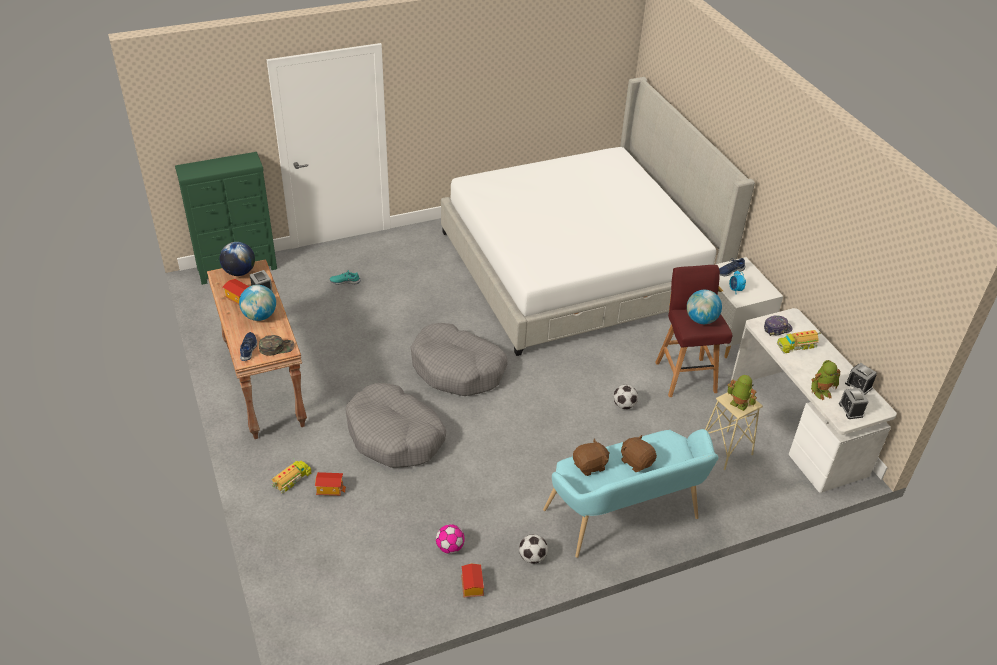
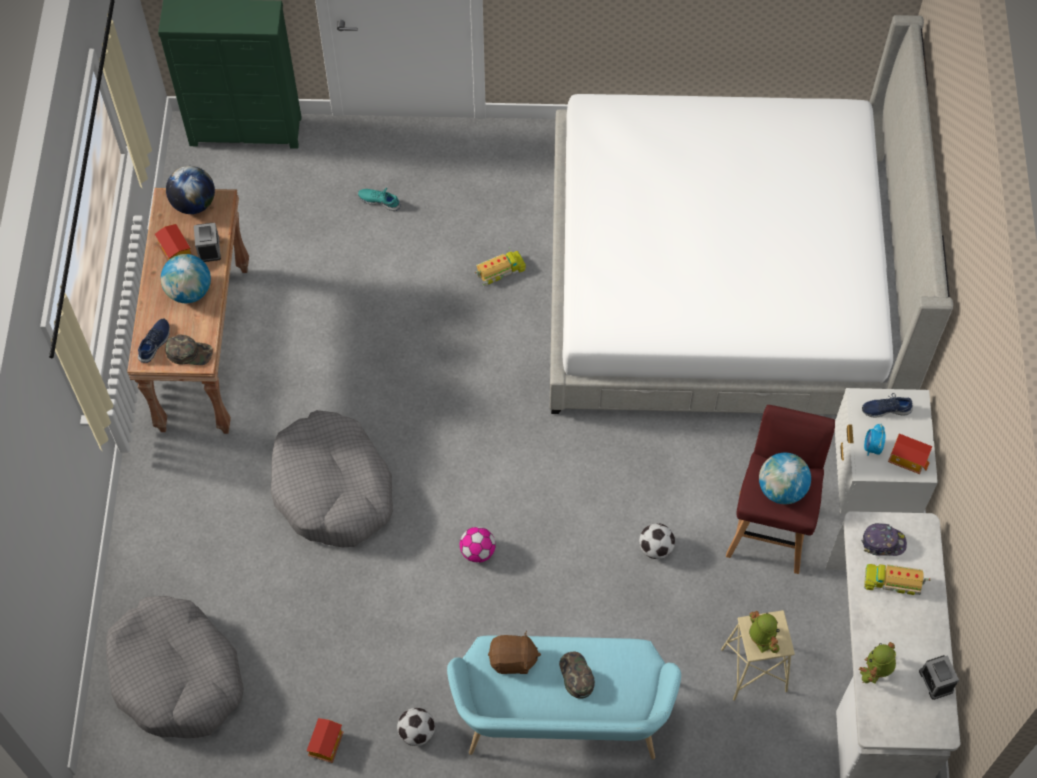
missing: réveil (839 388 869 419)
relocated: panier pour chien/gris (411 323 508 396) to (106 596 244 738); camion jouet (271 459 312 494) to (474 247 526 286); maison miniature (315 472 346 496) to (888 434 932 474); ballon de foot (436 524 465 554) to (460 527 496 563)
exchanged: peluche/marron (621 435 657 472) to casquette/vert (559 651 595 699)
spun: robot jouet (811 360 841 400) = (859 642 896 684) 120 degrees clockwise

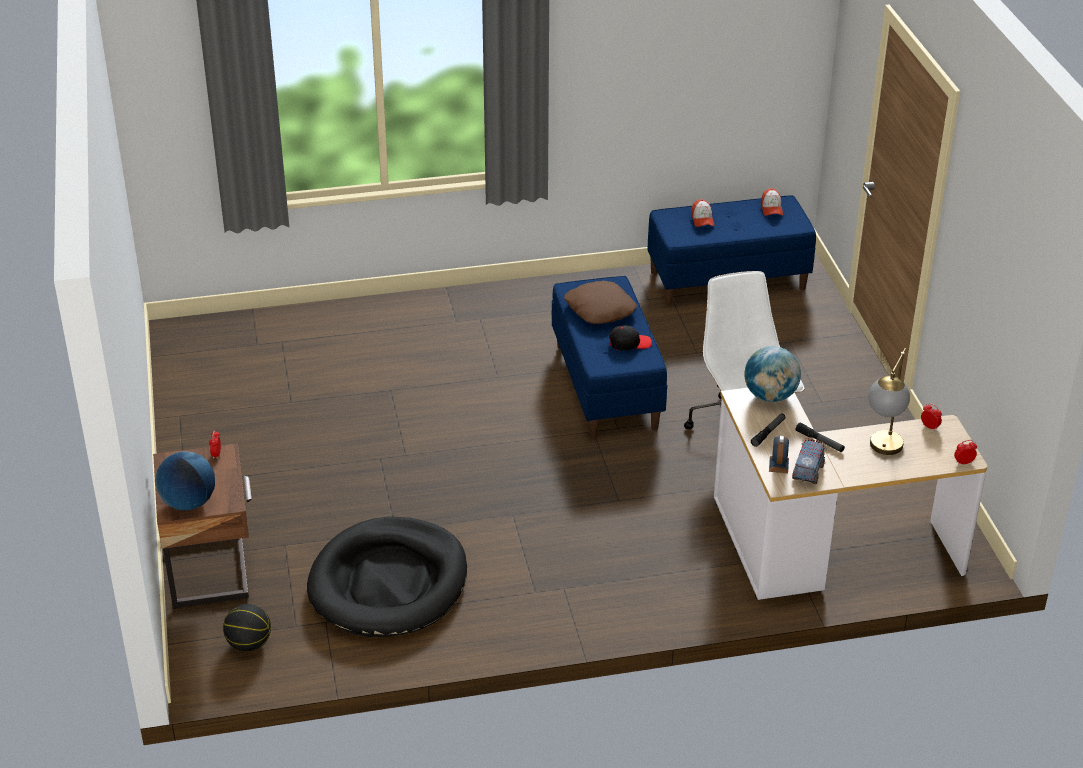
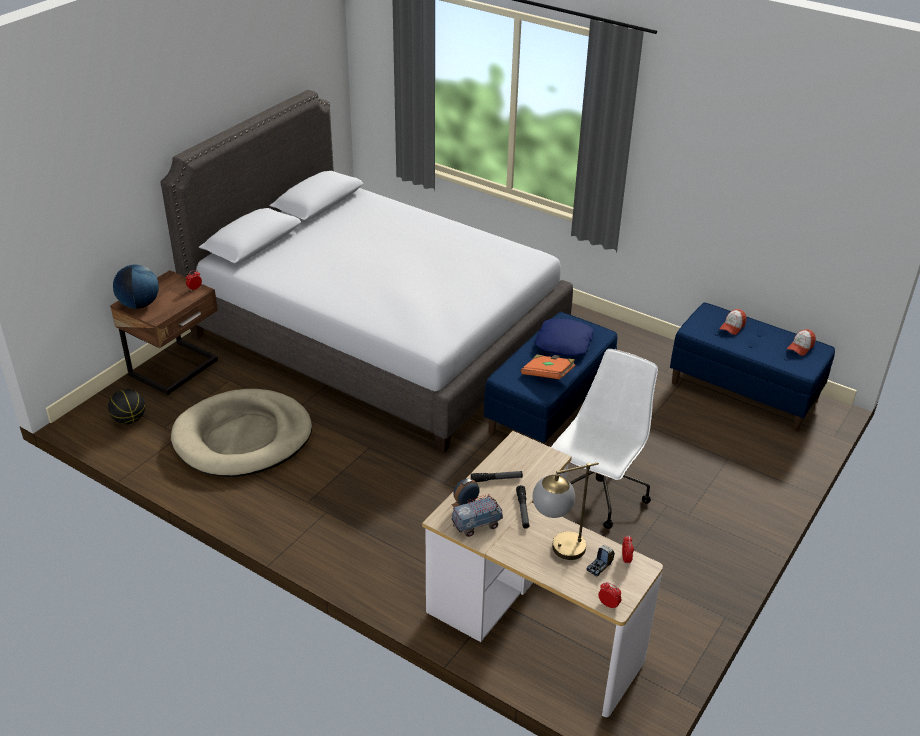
missing: globe (744 346 801 402)
appeared: lit/gris (160 90 573 453); camion jouet (587 545 615 577)
exchanged: casquette/noir (609 325 652 351) to livre/orange (521 355 576 379)
colour: coussin/marron (564 281 637 324) to coussin/bleu (535 319 594 356); panier pour chien/noir (307 516 467 637) to panier pour chien/beige (171 389 312 477)

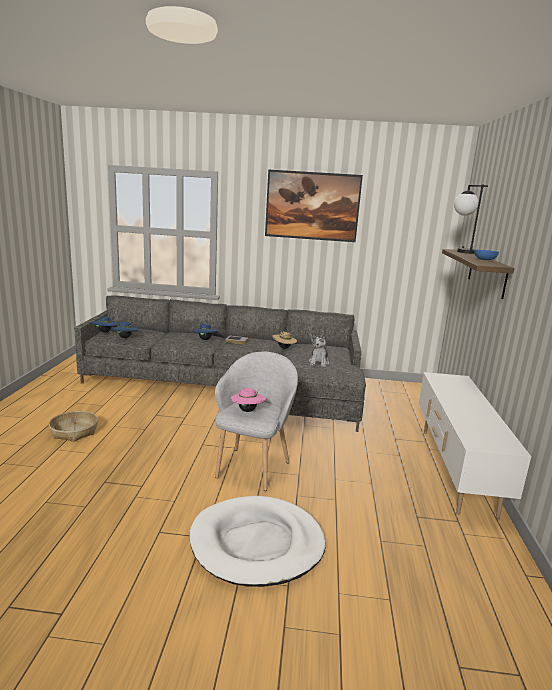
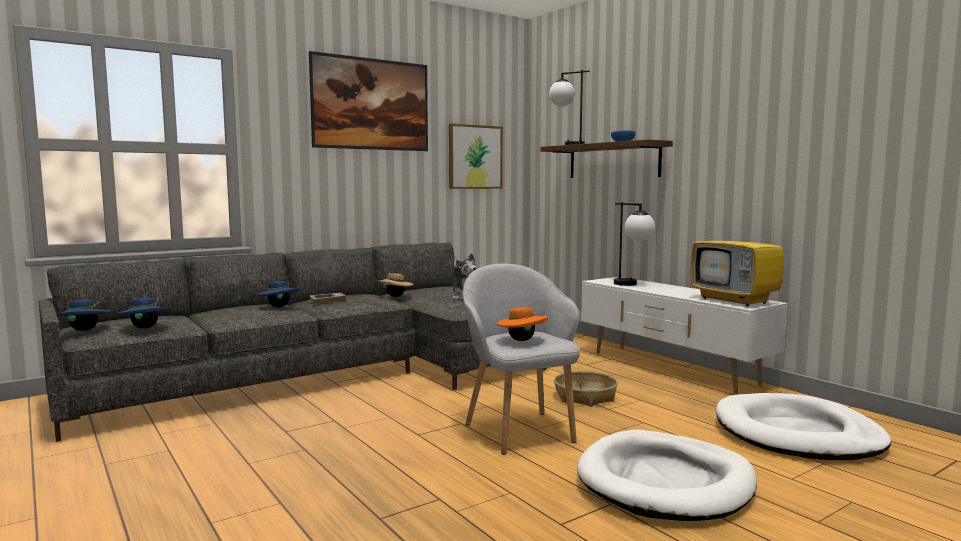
appeared: tableau (449 124 503 189); lampe de table (614 202 655 286); téléviseur (691 202 784 307); panier pour chien/blanc (716 393 891 460)
relocated: panier (49 411 98 442) to (554 371 618 407)
colour: chapeau/rose (231 388 266 412) to chapeau/orange (497 305 548 341)

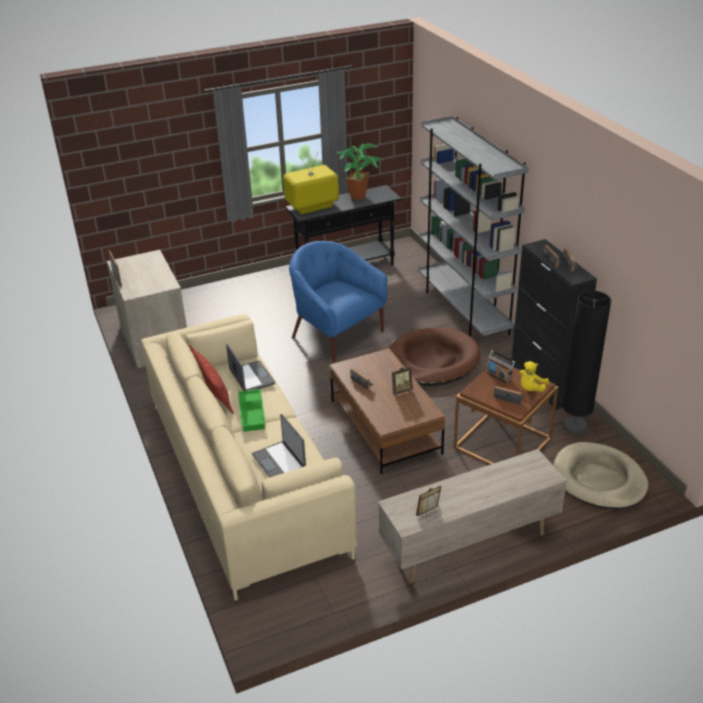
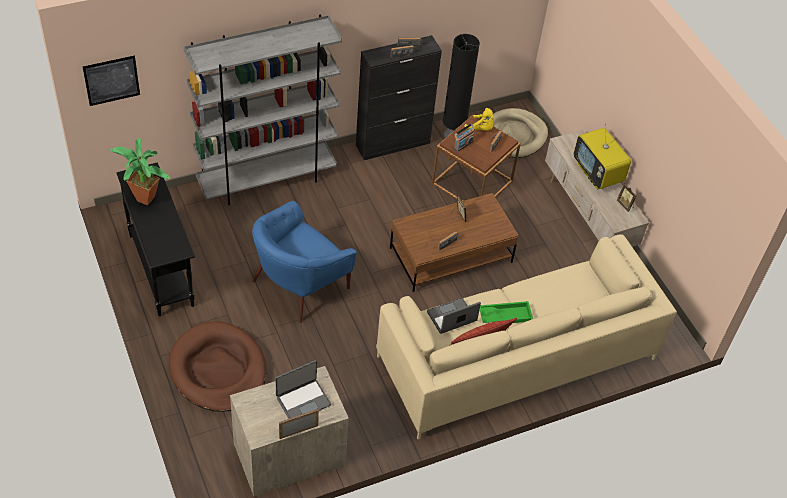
appeared: tableau (83 55 140 106)
relocated: téléviseur (283 152 339 214) to (574 124 631 189); panier pour chien/marron (389 327 480 386) to (169 321 266 412); ordinateur portable (252 414 306 478) to (276 360 331 419)

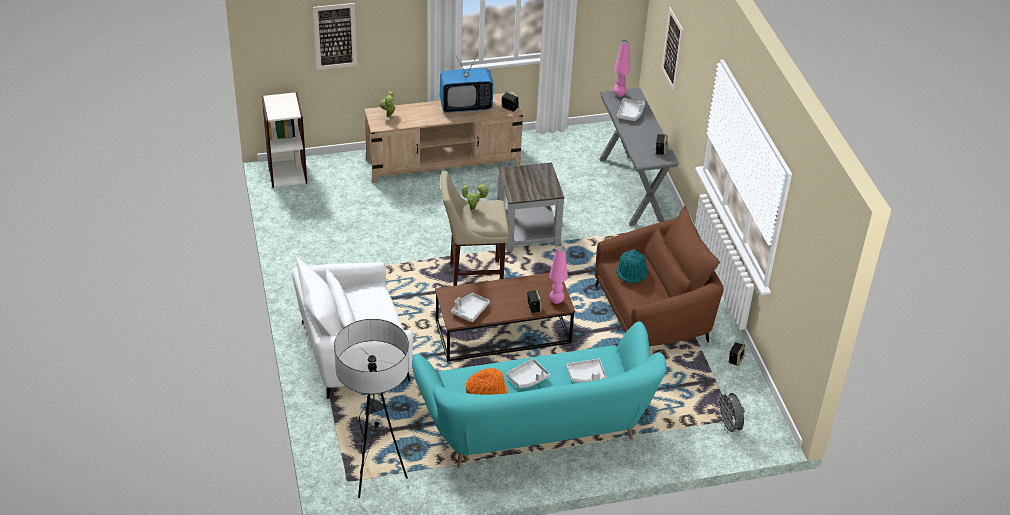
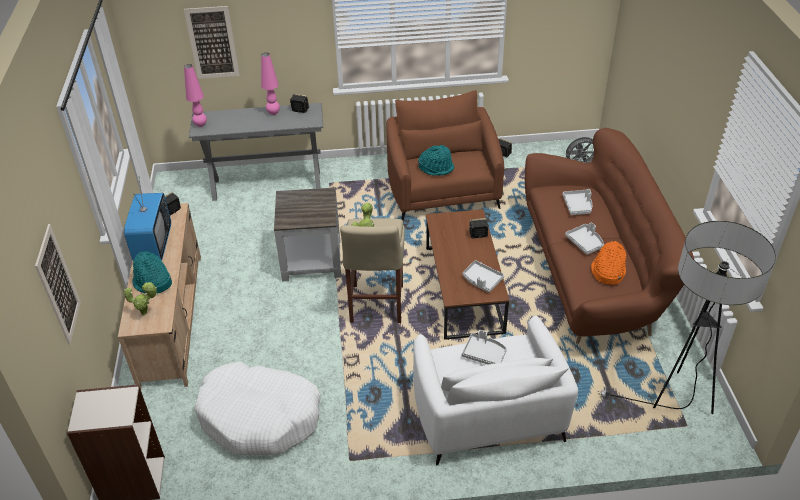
appeared: chapeau/turquoise (132 251 172 293); panier pour chien/blanc (194 361 321 455)
relocated: plateau/gris (617 98 645 121) to (462 330 507 365); lampe de table/rose (549 246 568 304) to (261 53 280 115)
colour: canapé/turquoise (412 321 666 468) to canapé/marron (525 128 694 344)

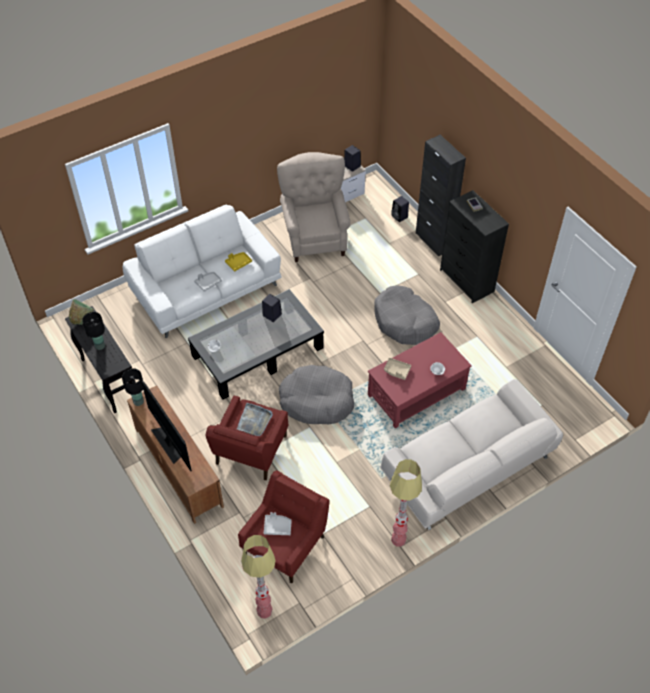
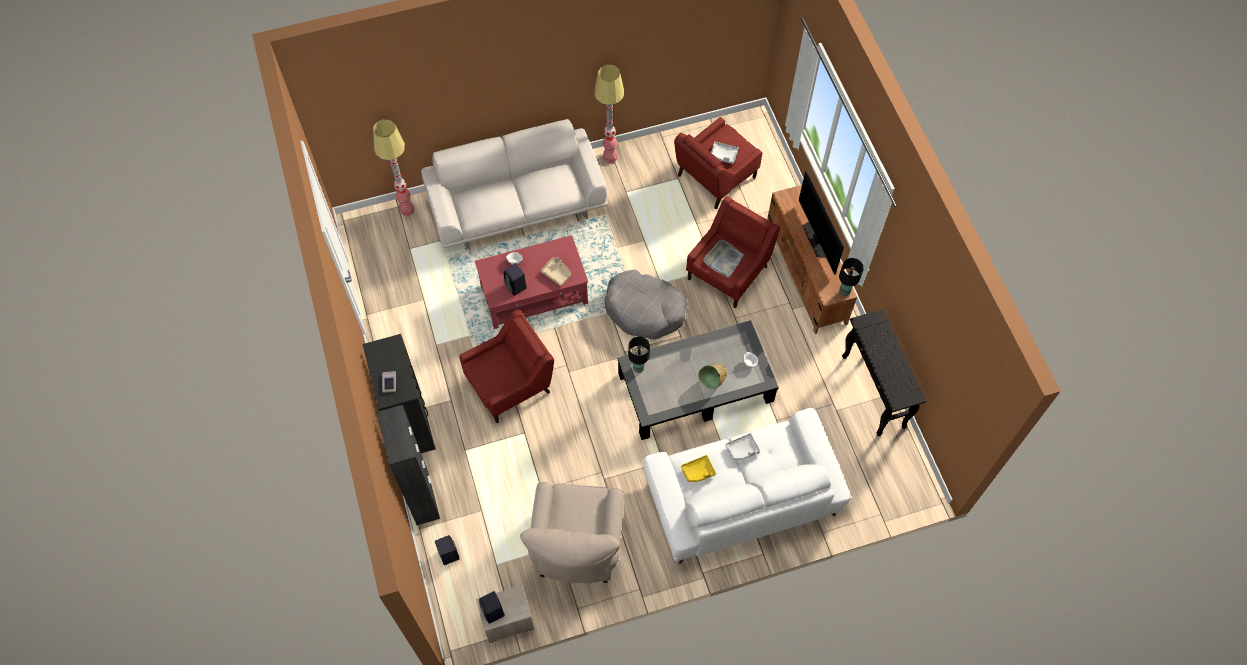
relocated: enceinte/noir (262 294 282 322) to (504 263 527 296); bol/vert (69 299 94 325) to (698 364 727 389); lampe de table/noir (82 312 105 350) to (628 336 650 373); lampadaire (241 535 276 618) to (373 119 414 216)
exchanged: panier pour chien/gris (374 285 440 345) to fauteuil/rouge (459 310 554 423)

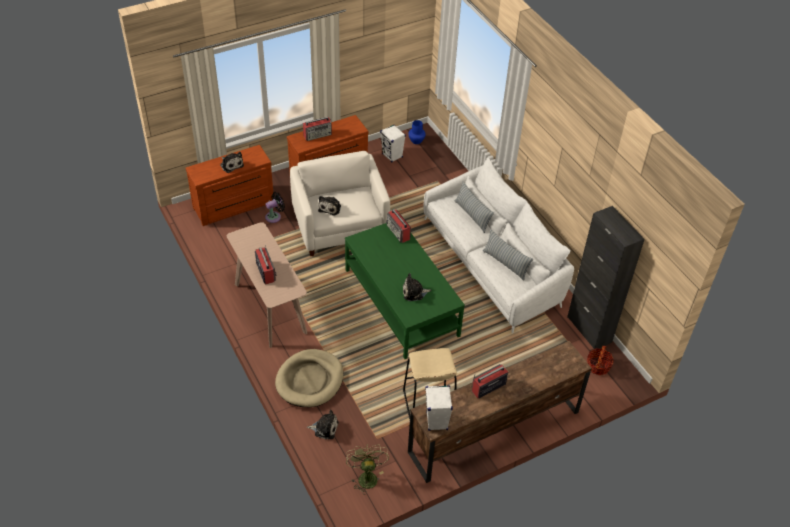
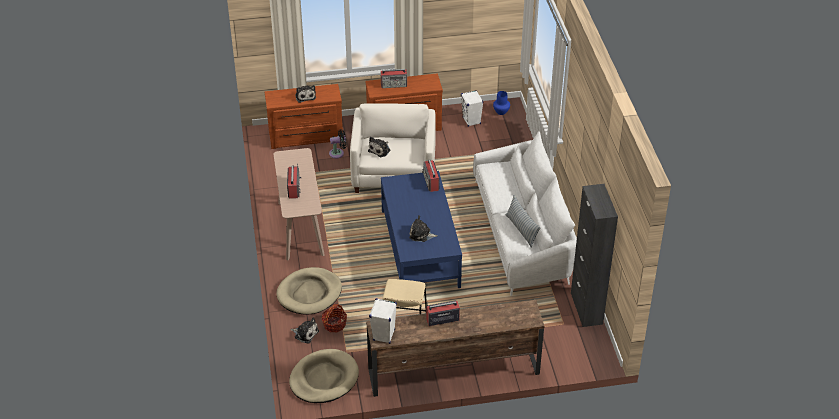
missing: coussin (455 181 494 233)
relocated: panier (587 346 614 375) to (321 304 347 332)
exchanged: ventilateur/vert (346 444 389 494) to panier pour chien/beige (289 349 359 403)
colour: table basse/vert (345 223 465 359) to table basse/bleu (381 171 462 288)

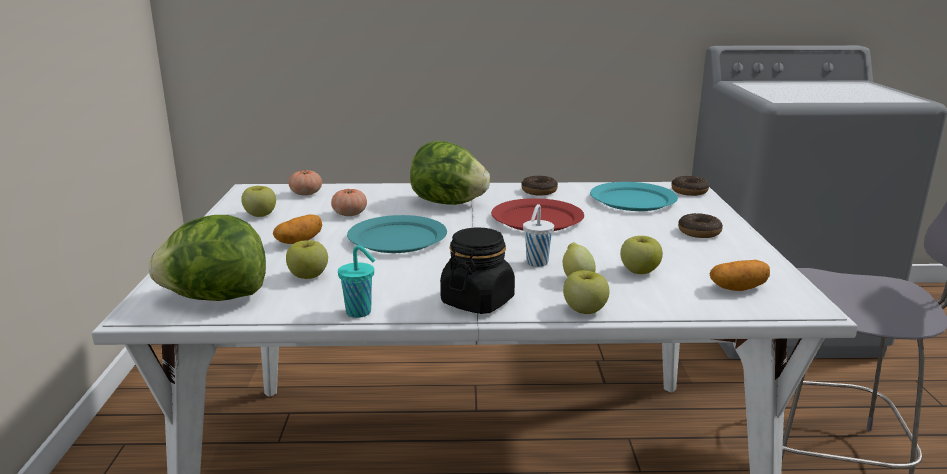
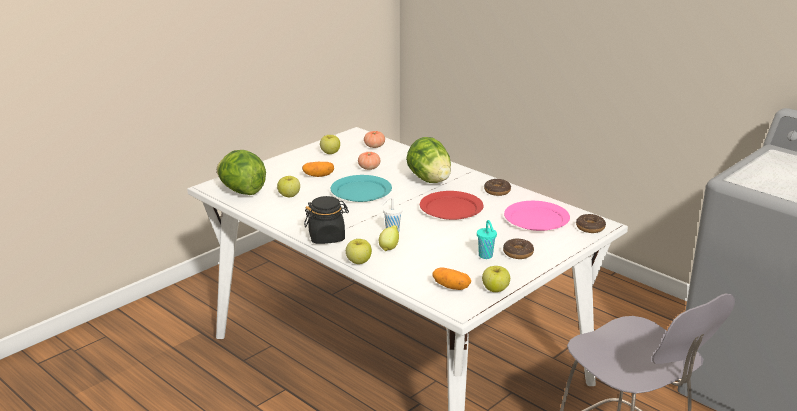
relocated: pomme (620 236 663 274) to (482 266 510 292); tasse/turquoise (338 245 375 318) to (477 220 497 259)
colour: assiette/turquoise (590 182 678 211) to assiette/rose (504 201 570 231)

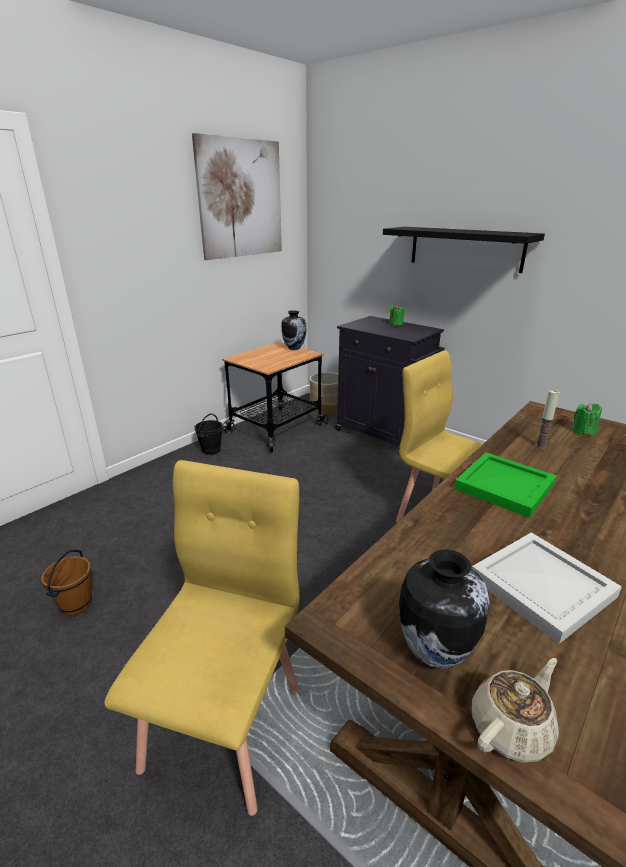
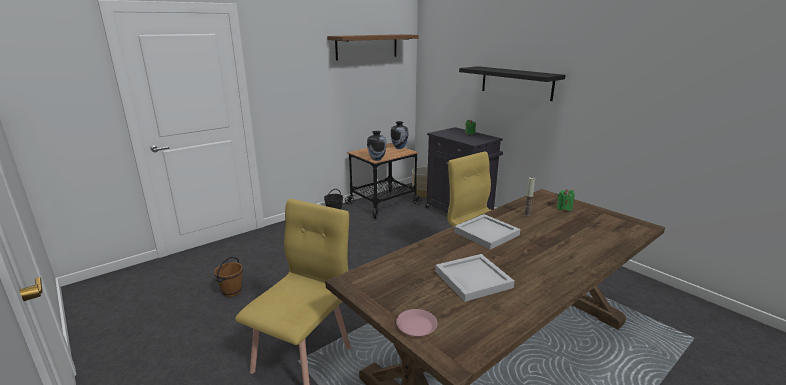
relocated: vase (399 549 490 668) to (367 131 386 161)
exchanged: tableau (192 133 282 260) to étagère/marron (327 34 419 60); théière/beige (472 658 559 763) to assiette/rose (396 309 437 337)
colour: plateau/vert (454 452 557 518) to plateau/blanc (454 214 520 249)

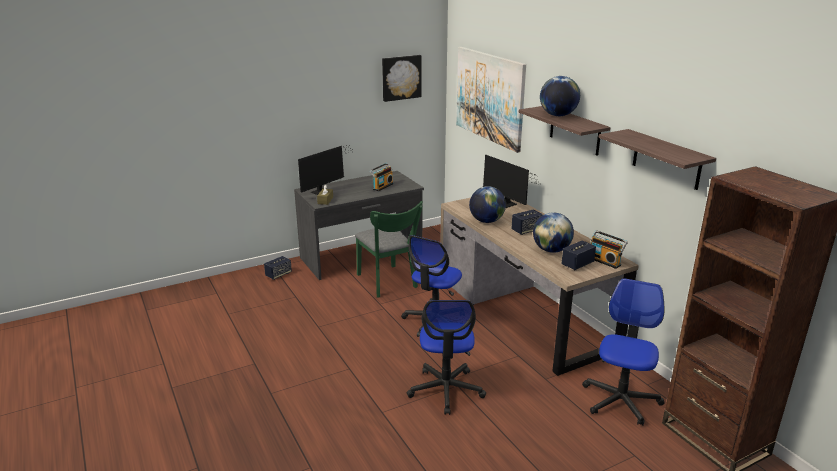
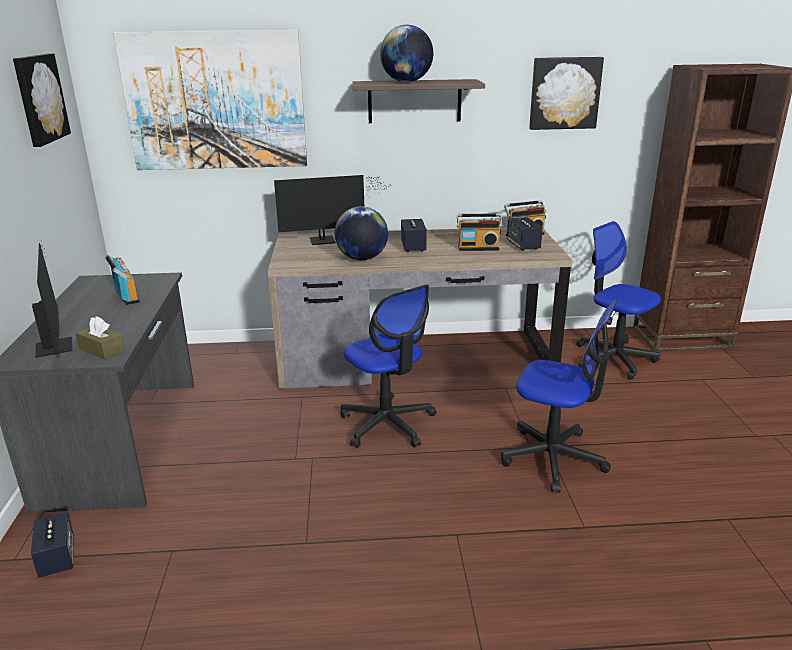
missing: chaise/vert (355 201 423 297)
exchanged: étagère (598 129 716 190) to tableau (529 57 604 130); globe (533 212 574 253) to radio (457 213 502 251)

